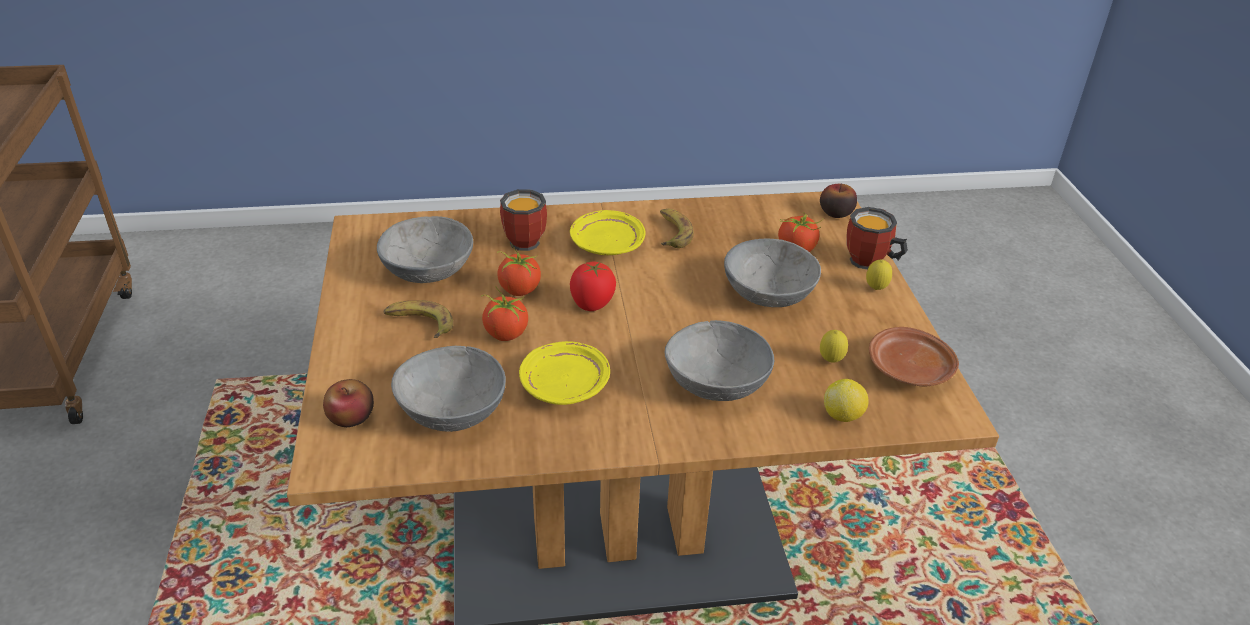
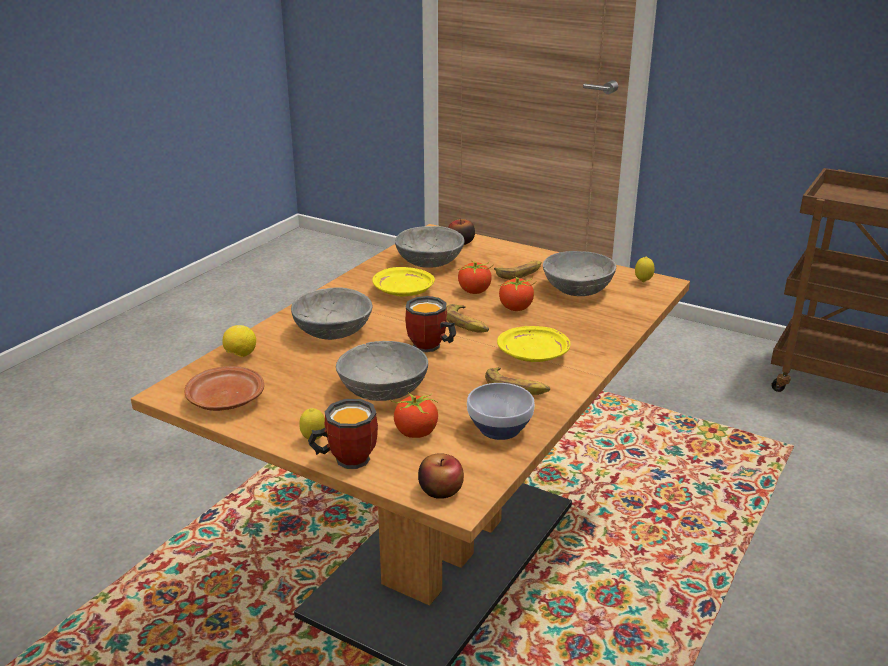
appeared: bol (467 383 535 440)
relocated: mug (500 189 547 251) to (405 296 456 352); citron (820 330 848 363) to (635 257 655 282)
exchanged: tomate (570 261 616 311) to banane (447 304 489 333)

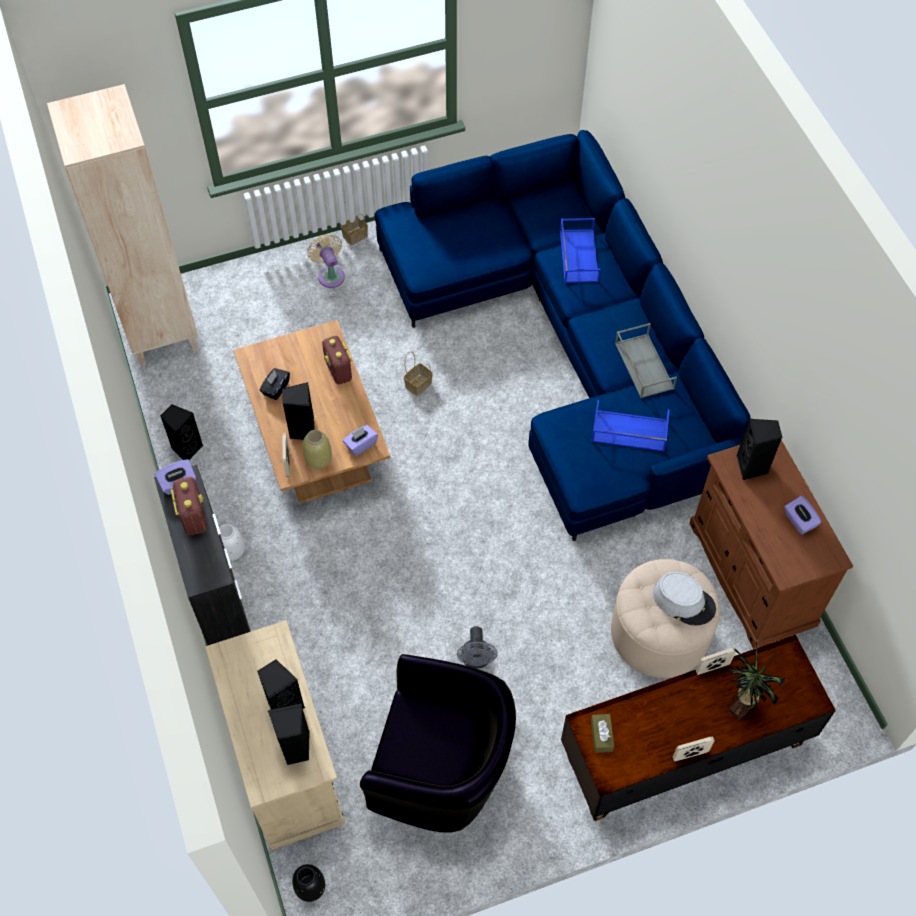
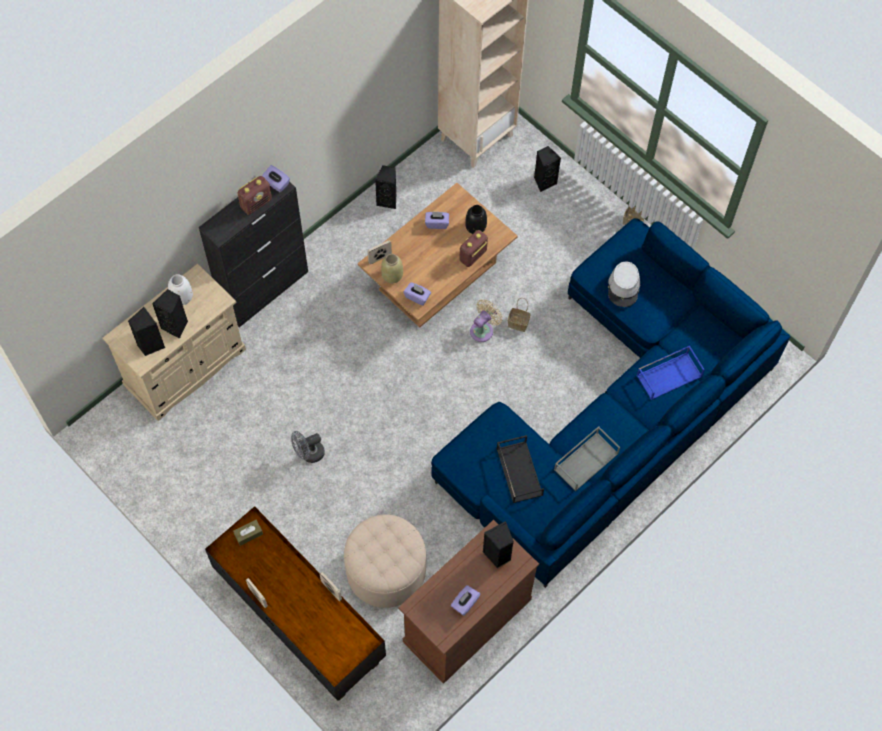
missing: plante en pot (726 642 786 720); fauteuil/noir (360 654 516 833)
relocated: ventilateur/beige (307 234 345 288) to (470 299 503 342); enceinte/noir (282 382 315 440) to (534 146 561 192); vase/blanc (219 524 245 561) to (168 274 193 305); chapeau/gris (653 572 716 626) to (608 261 640 307); vase/noir (292 864 325 902) to (465 205 487 234)
colour: boîte à mouchoirs/noir (260 368 290 400) to boîte à mouchoirs/violet (425 211 449 229); plateau/bleu (591 400 670 451) to plateau/noir (497 435 544 503)

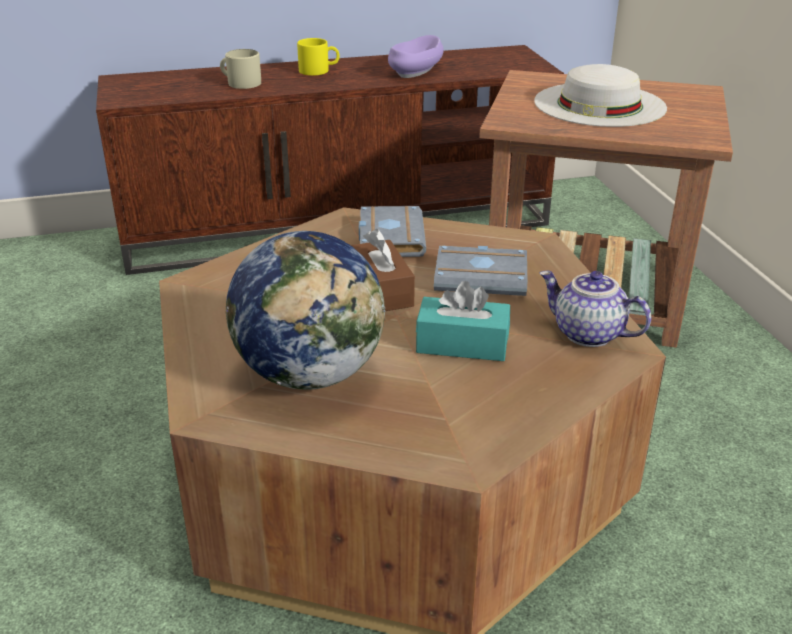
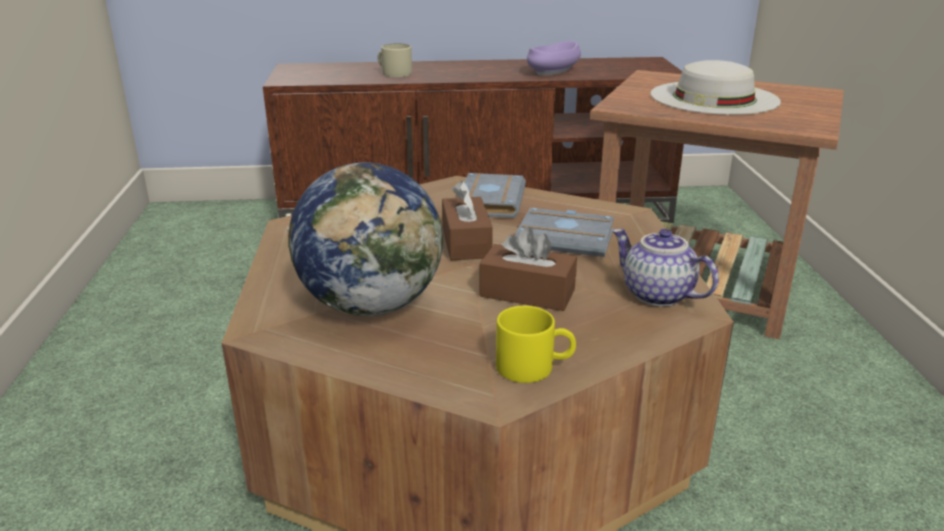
relocated: mug/jaune (297 38 340 76) to (496 306 576 383)
colour: boîte à mouchoirs/turquoise (416 281 510 361) to boîte à mouchoirs/marron (479 227 577 311)

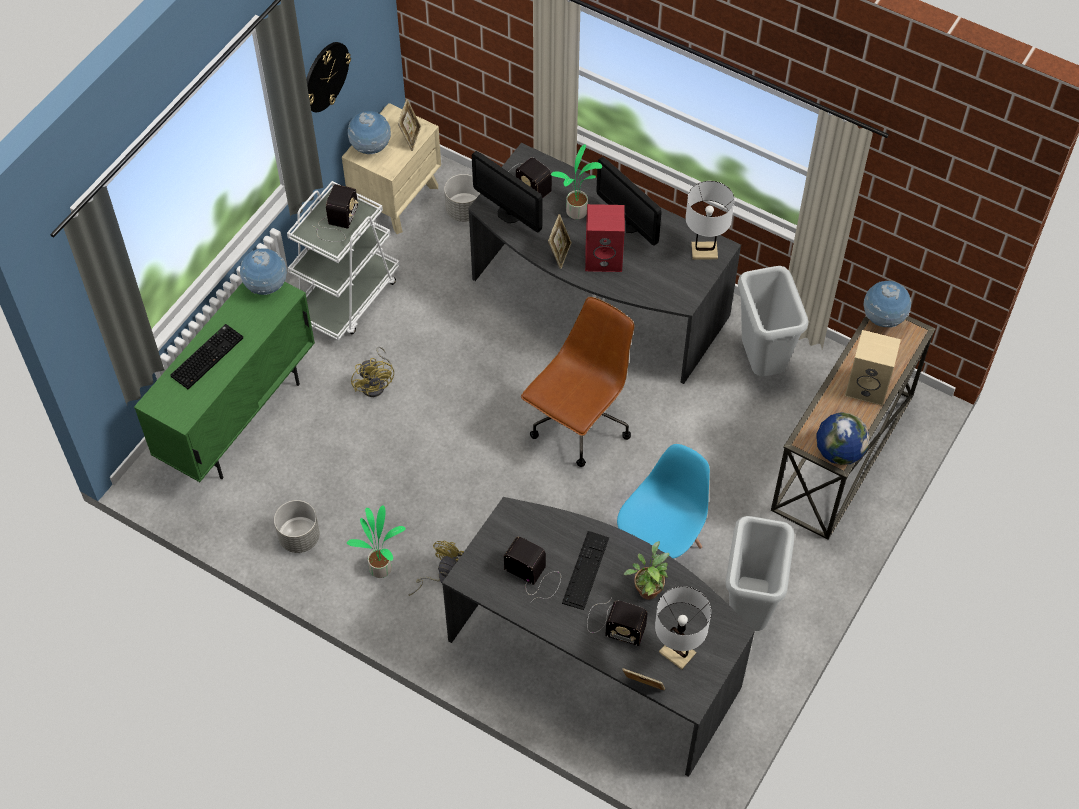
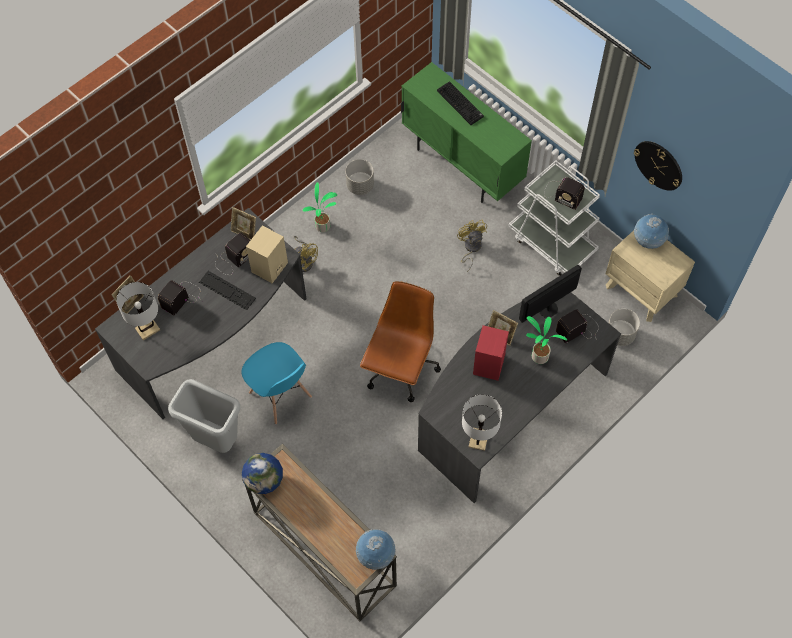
missing: écran d'ordinateur (597 157 662 246); globe (240 248 287 295); poubelle/gris (738 266 809 376); plante en pot (624 541 670 600)
relocated: cadre photo (397 99 421 151) to (231 207 256 240); enceinte/beige (845 330 901 406) to (246 225 288 283)
spun: chaise de bureau/marron (521 297 634 467) = (360 281 441 402) 120 degrees counterclockwise; ventilateur/jaune (351 346 394 397) = (457 220 487 272) 75 degrees clockwise

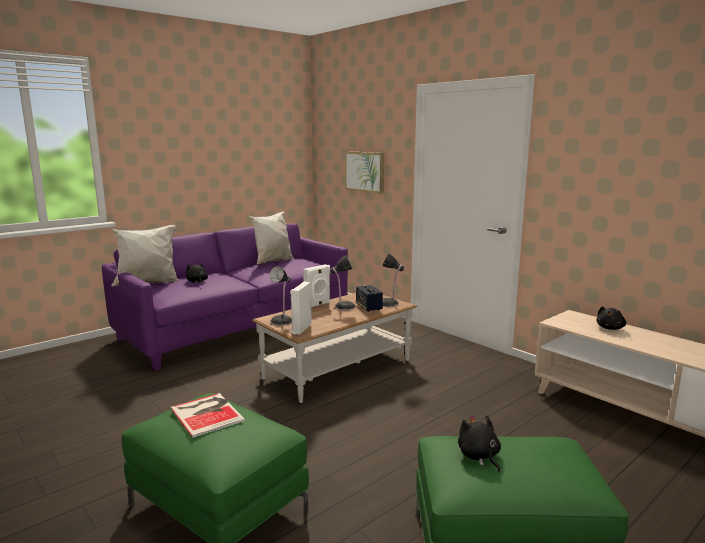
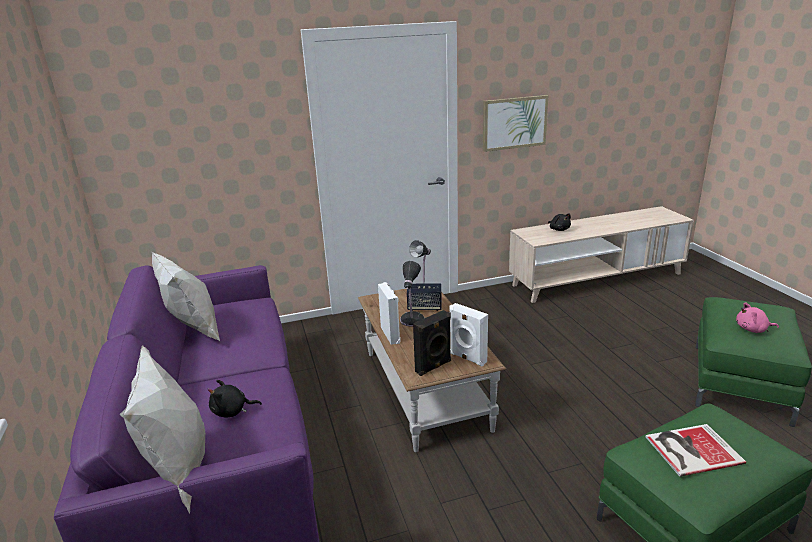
relocated: tableau (345 151 384 194) to (483 95 548 152)
exchanged: lampe de table (270 266 292 326) to enceinte/noir (413 310 451 376)
colour: peluche/noir (458 415 501 473) to peluche/rose (736 302 779 333)

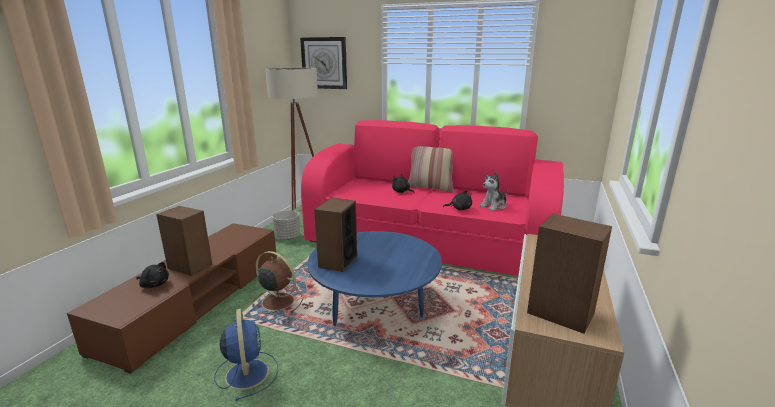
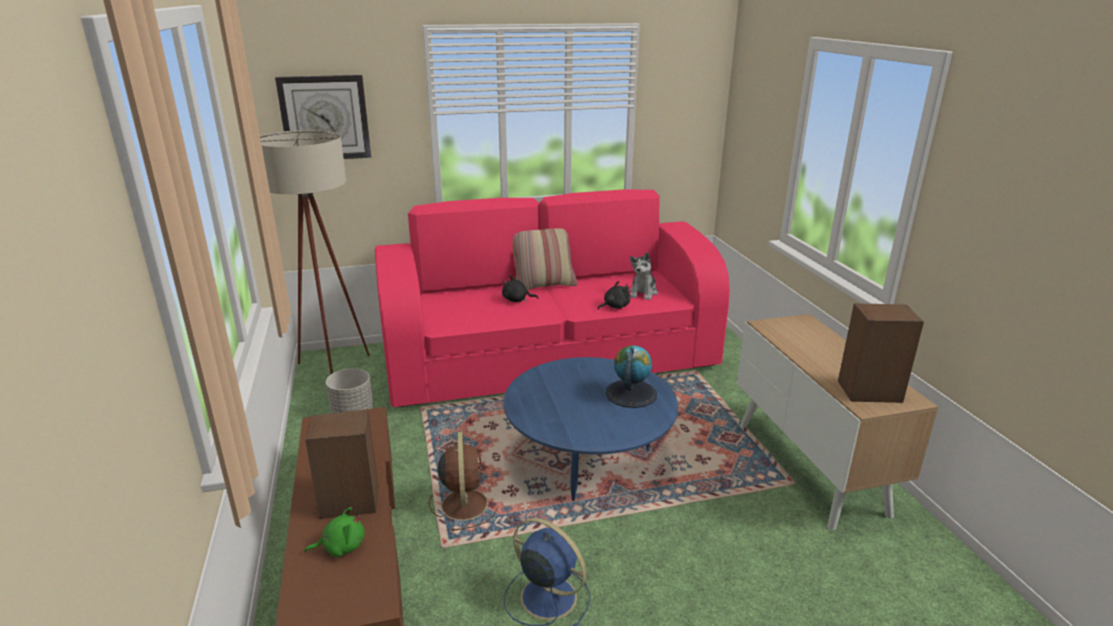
missing: enceinte (314 198 357 272)
appeared: globe (606 345 657 408)
colour: peluche/noir (137 262 169 288) to peluche/vert (304 507 365 557)
spun: ventilateur/marron (252 251 303 314) = (429 432 498 531) 90 degrees clockwise

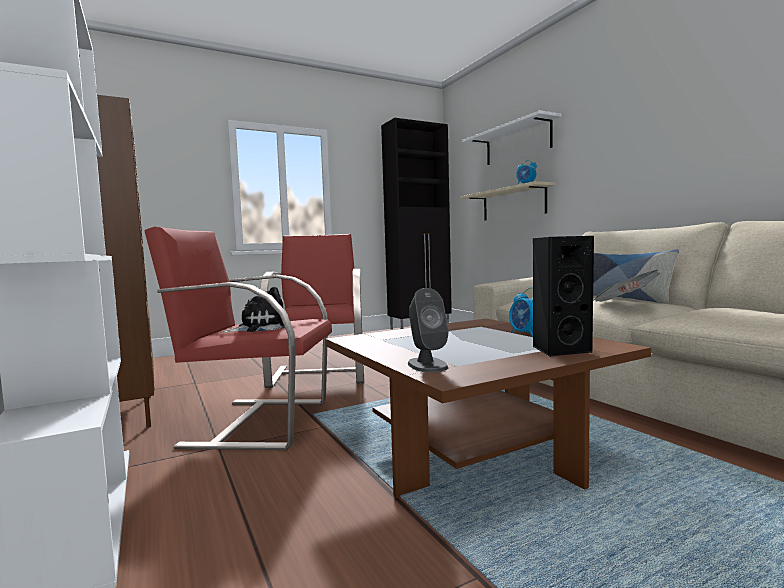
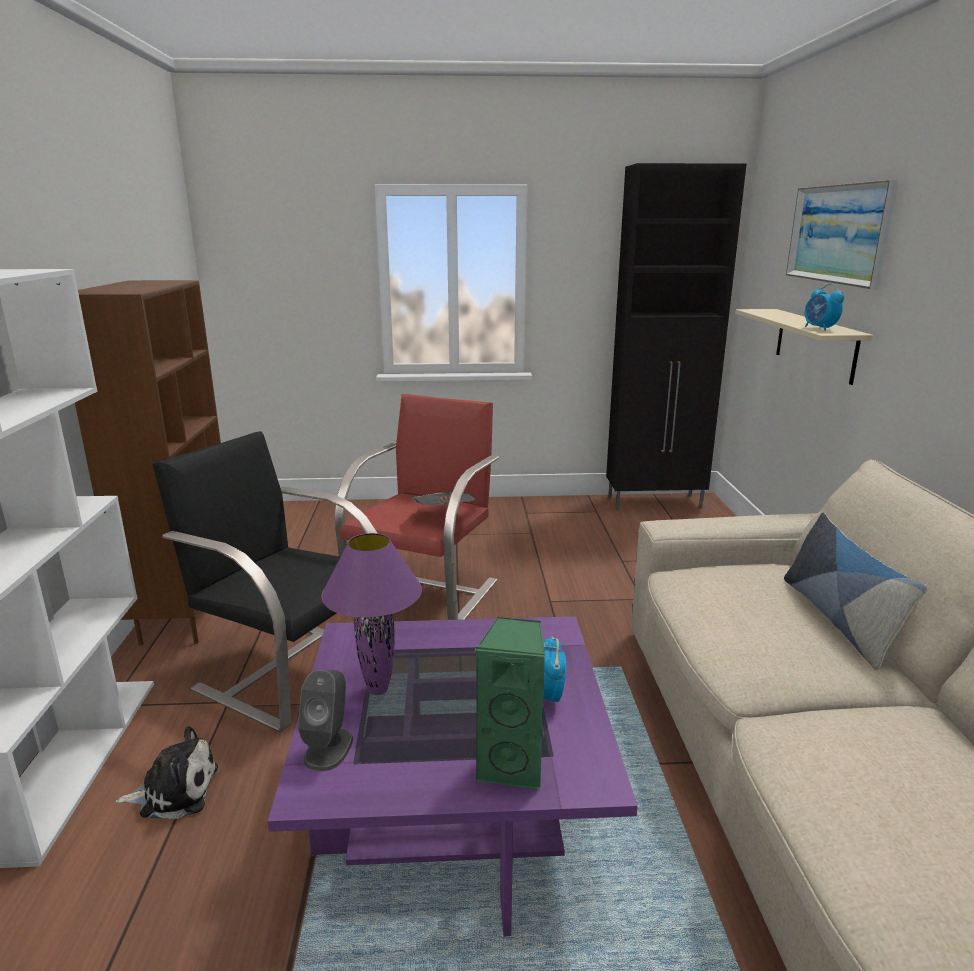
appeared: lampe de table/violet (321 533 422 695)
relocated: journal (593 270 660 302) to (410 492 476 506); peluche (221 287 288 333) to (115 726 218 820)
exchanged: étagère/blanc (463 110 561 165) to tableau (786 180 899 289)
colour: fauteuil/rouge (144 227 332 450) to fauteuil/noir (153 431 377 732); enceinte/noir (533 236 594 357) to enceinte/vert (475 617 545 790); table basse/marron (325 319 651 498) to table basse/violet (267 616 638 936)

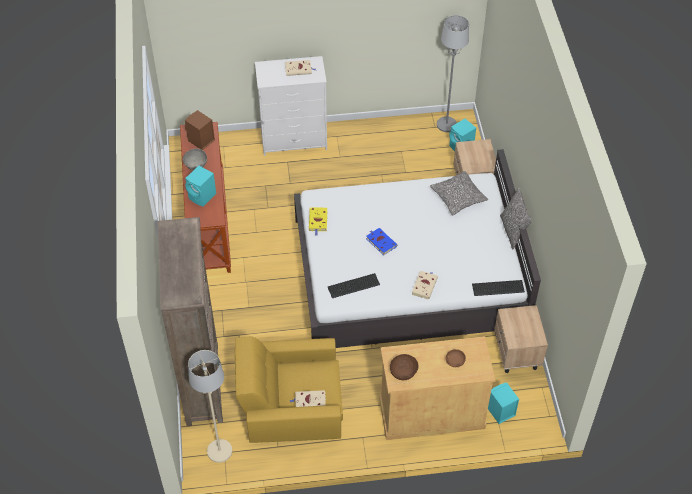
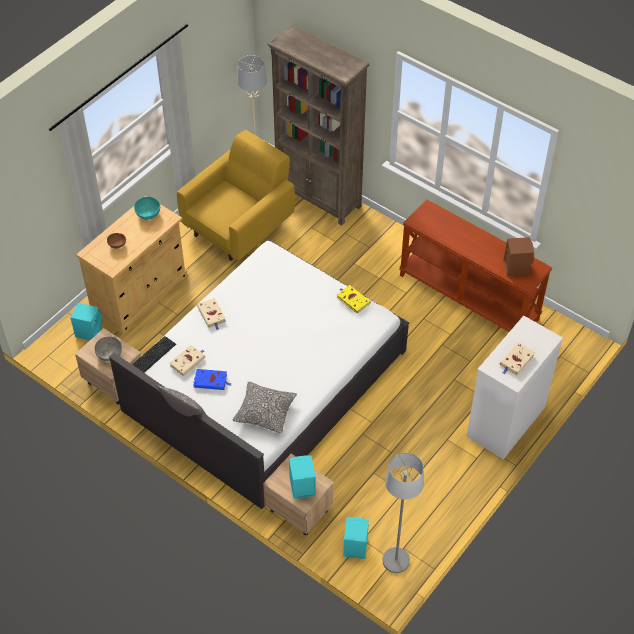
missing: clavier (327 273 380 298)
relocated: bol/gris (183 149 207 170) to (94 336 122 361); enceinte/turquoise (185 166 216 207) to (289 455 316 499); livre/bleu (366 228 397 255) to (193 369 232 390); livre/beige (290 390 326 407) to (170 345 205 376)
colour: bol/marron (390 354 419 380) to bol/turquoise (134 197 160 220)

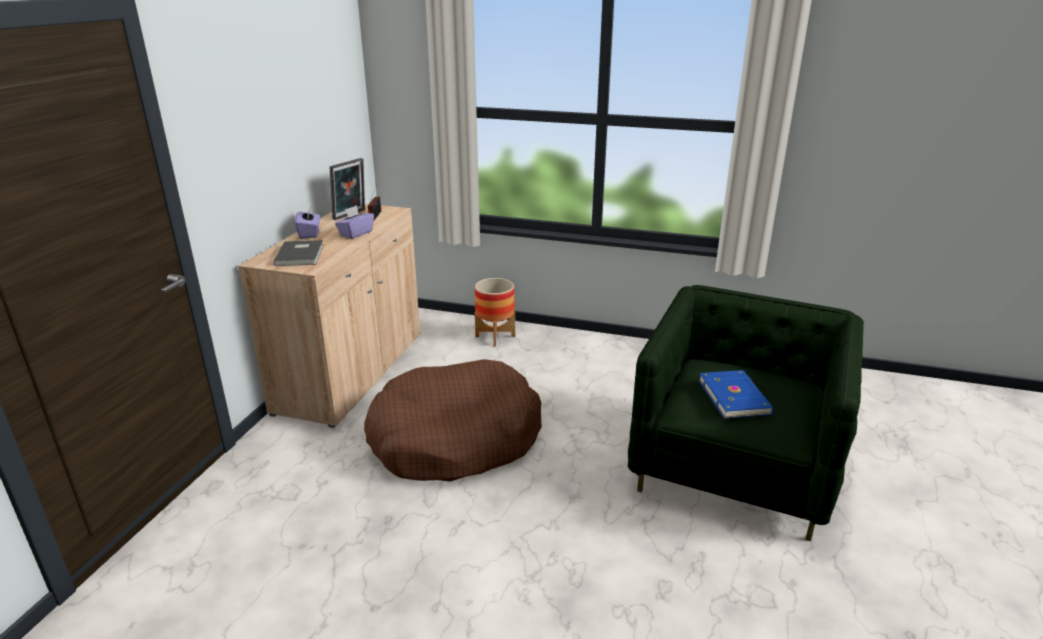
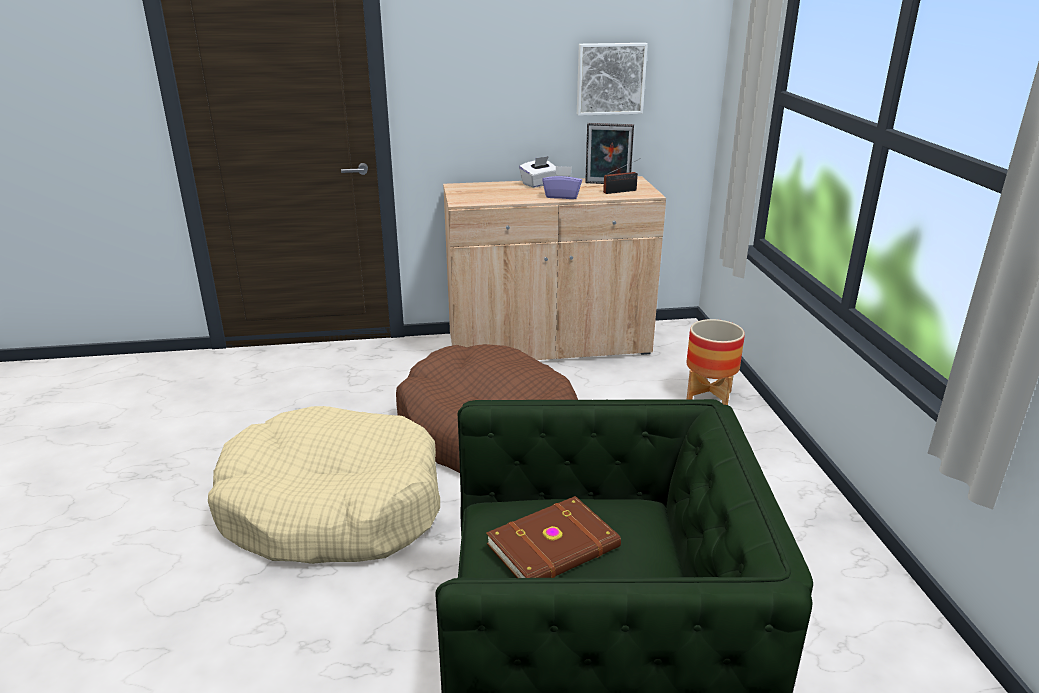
missing: livre/gris (274 240 323 266)
appeared: tableau (577 43 648 116); panier pour chien/beige (208 406 440 564)
colour: boîte à mouchoirs/violet (295 207 320 239) to boîte à mouchoirs/blanc (519 156 556 188); livre/bleu (698 370 774 419) to livre/marron (486 496 621 578)

